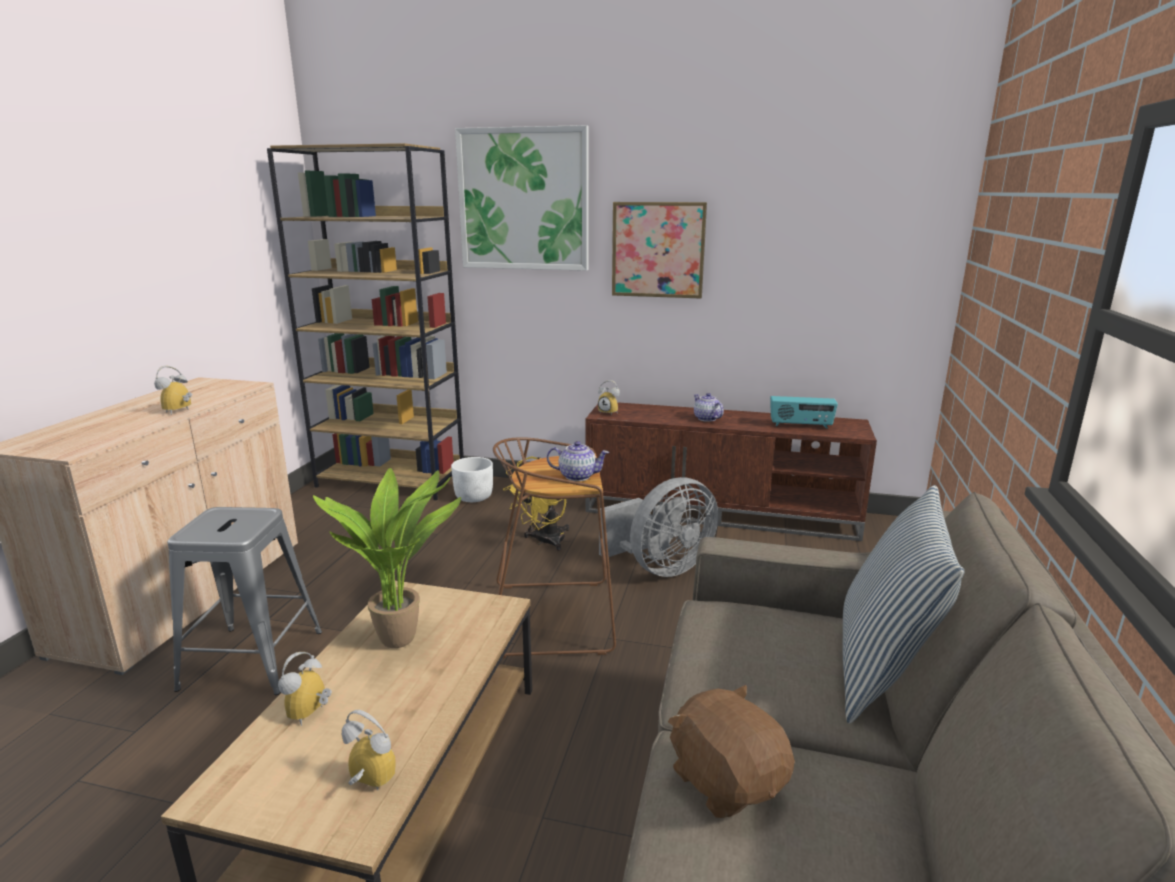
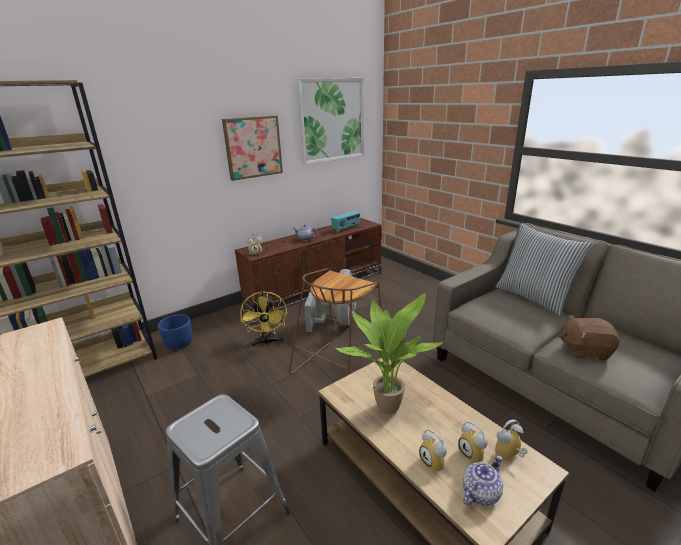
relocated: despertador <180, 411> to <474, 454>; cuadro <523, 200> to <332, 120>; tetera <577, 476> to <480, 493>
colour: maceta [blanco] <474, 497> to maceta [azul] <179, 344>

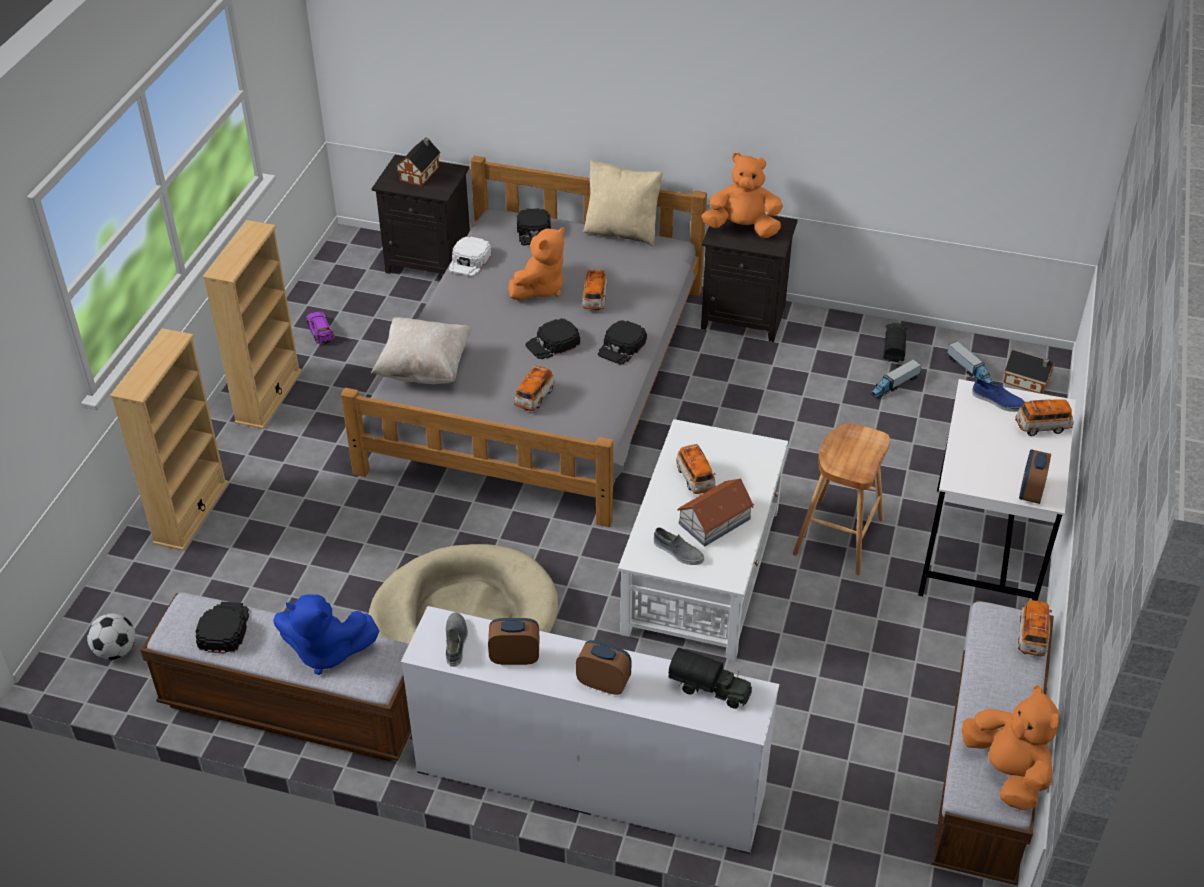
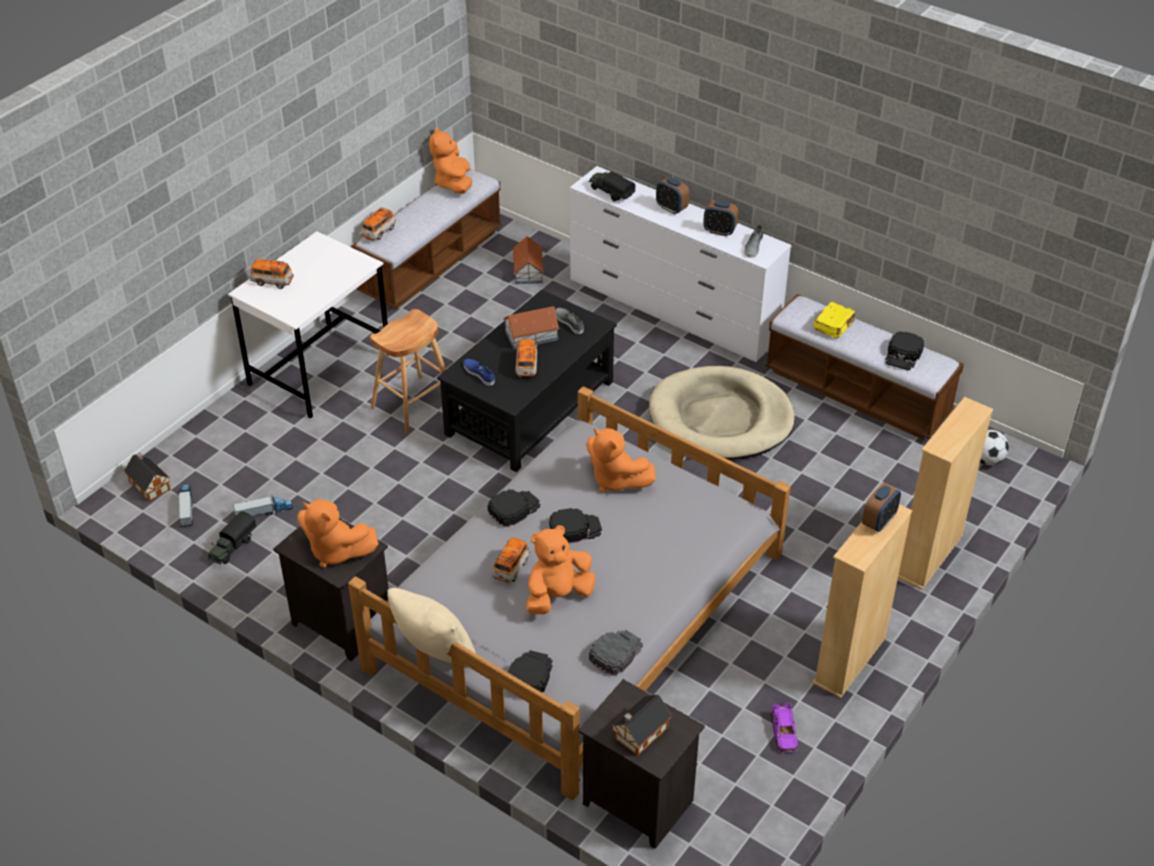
missing: cojín [beis] <424, 368>
appeared: casita <528, 270>
relocated: zapato [azul] <997, 401> to <479, 373>; despertador <1030, 492> to <879, 522>
exchanged: peluche [azul] <325, 652> to libro [amarillo] <834, 326>; coche de juguete <534, 398> to peluche [naranja] <615, 479>
colour: gorra [blanco] <469, 261> to gorra [negro] <616, 653>; mesa de centro [blanco] <702, 569> to mesa de centro [negro] <529, 408>

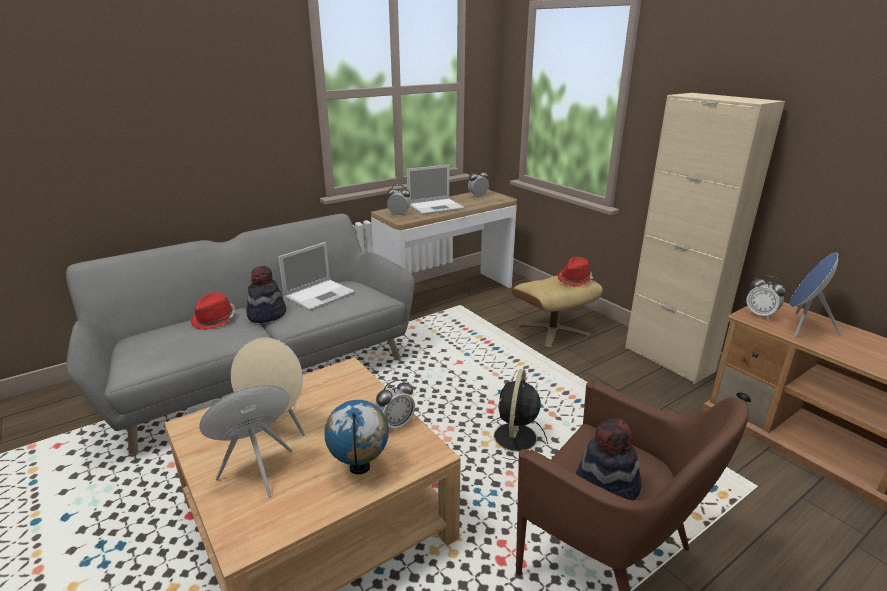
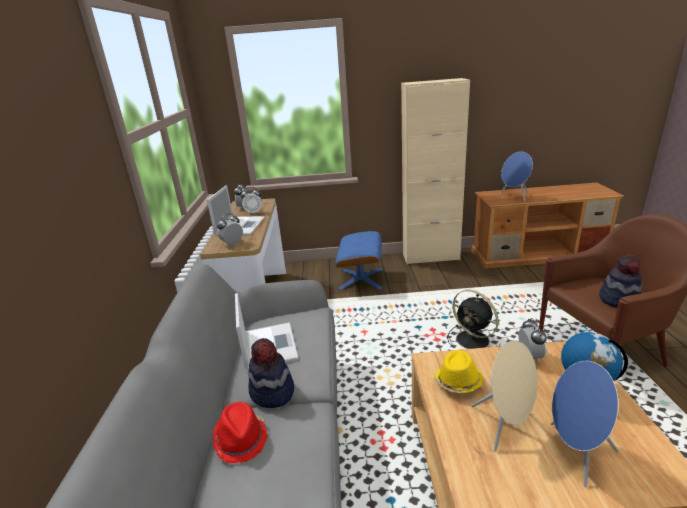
missing: sombrero [rojo] <575, 279>
appeared: sombrero [amarillo] <458, 382>
relocated: despertador <760, 314> to <253, 212>
colour: puf [beis] <553, 330> to puf [azul] <361, 279>

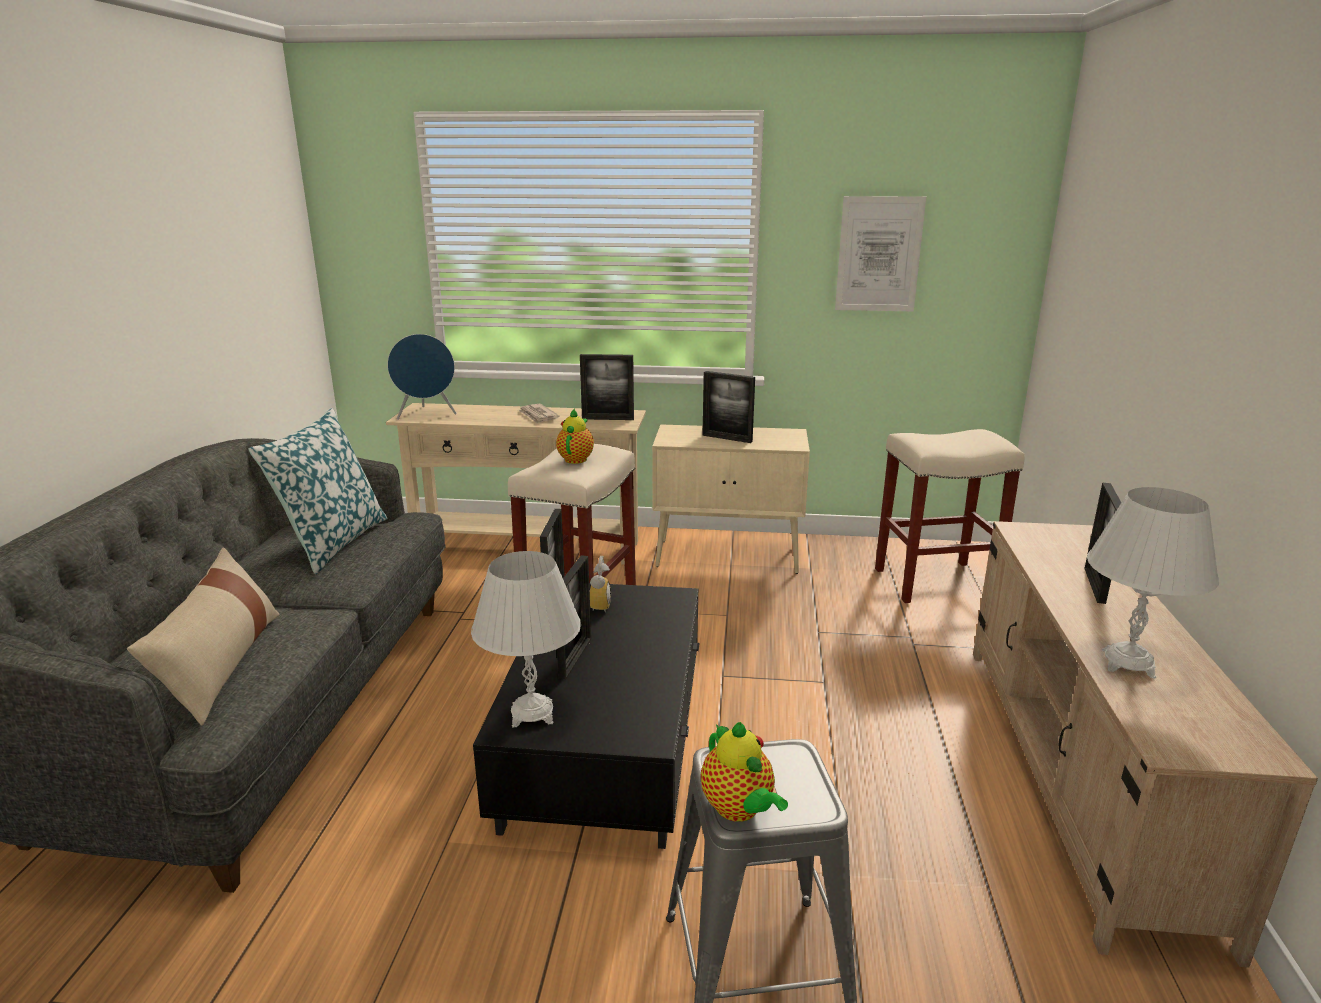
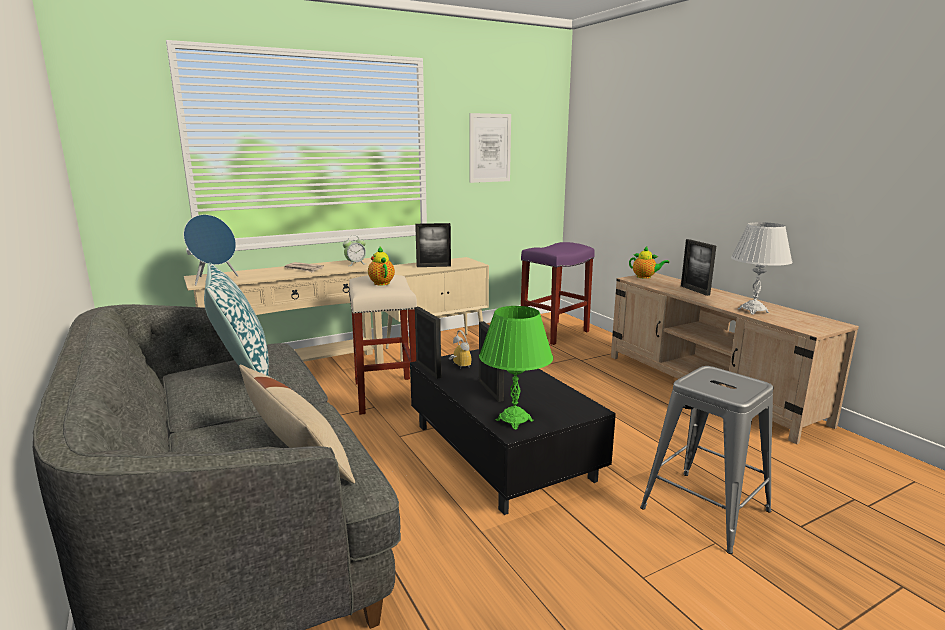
relocated: tetera <739, 809> to <645, 277>
exchanged: portarretratos <608, 419> to despertador <355, 264>
colour: lámpara de mesa [blanco] <532, 714> to lámpara de mesa [verde] <514, 420>; taburete [beis] <934, 582> to taburete [morado] <554, 333>

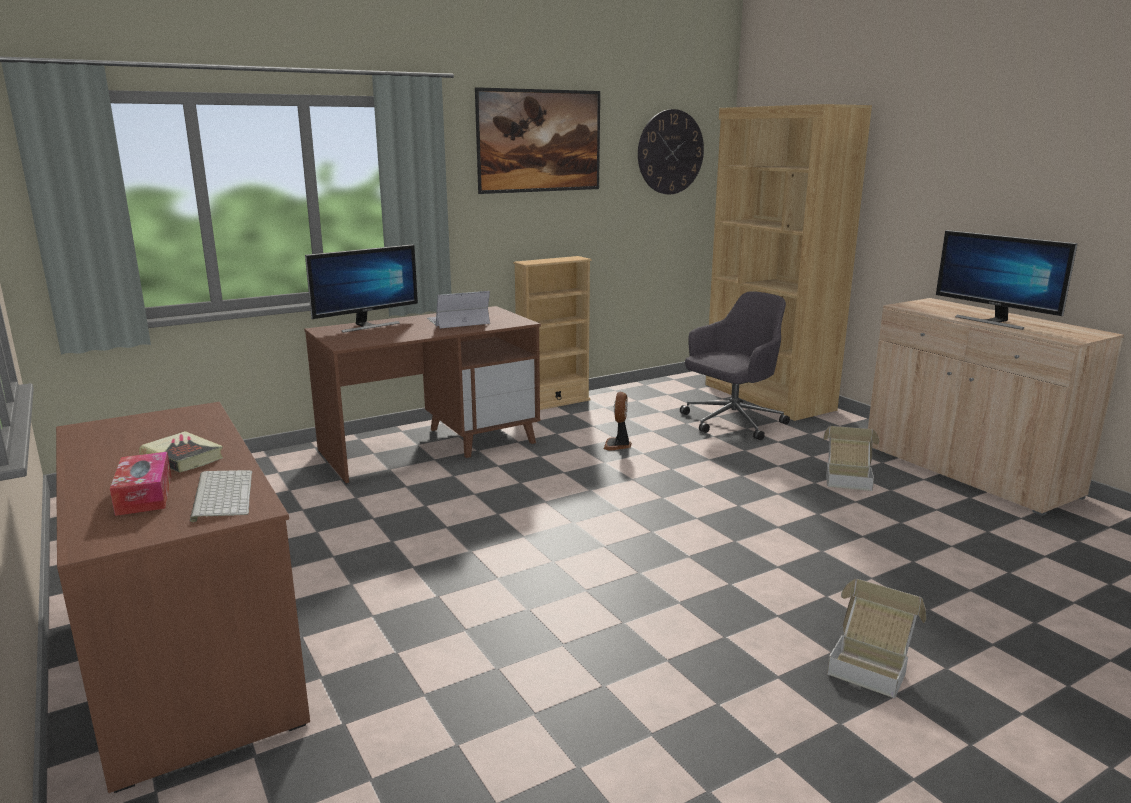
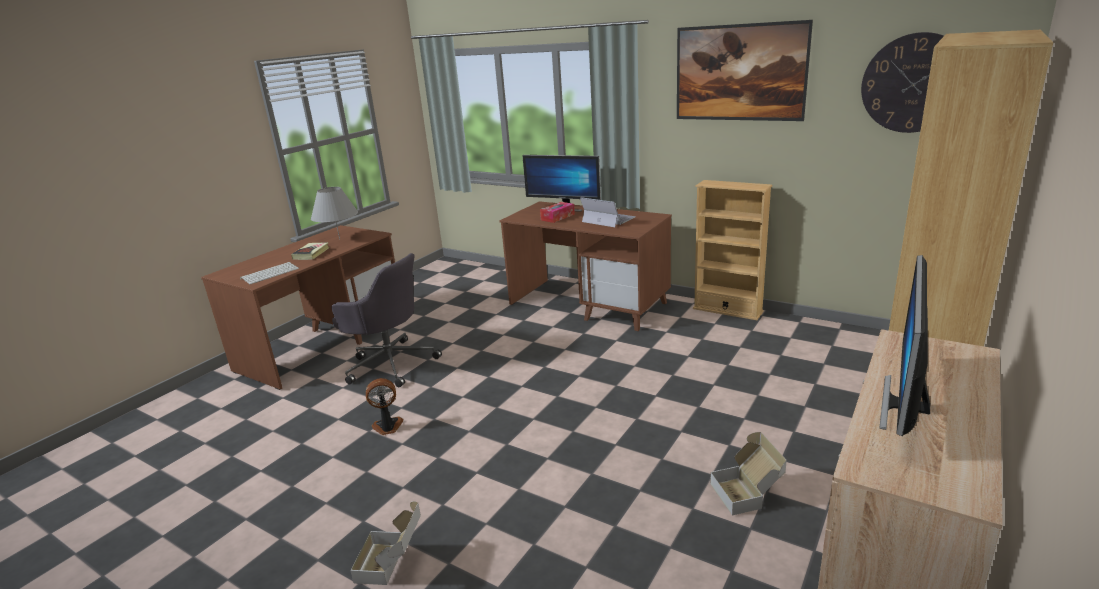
appeared: lámpara de mesa [gris] <339, 239>
relocated: caja de pañuelos <144, 495> to <557, 217>; ventilador <618, 445> to <388, 427>; silla de oficina [gris] <731, 422> to <390, 363>

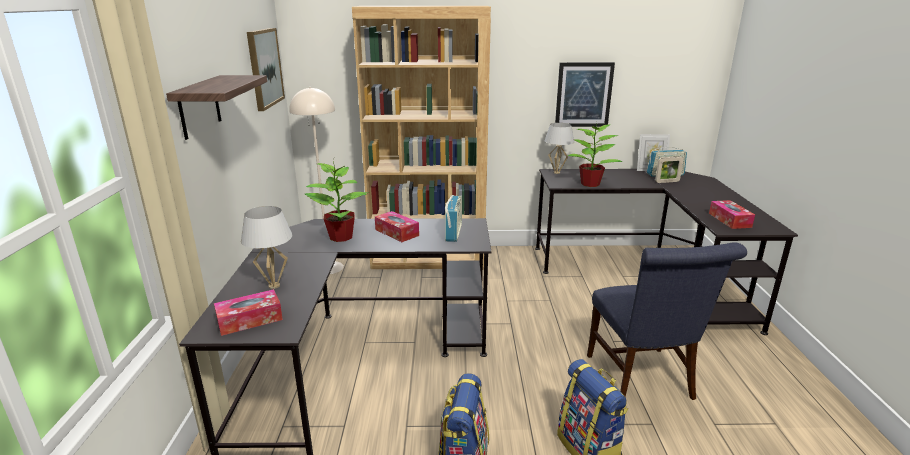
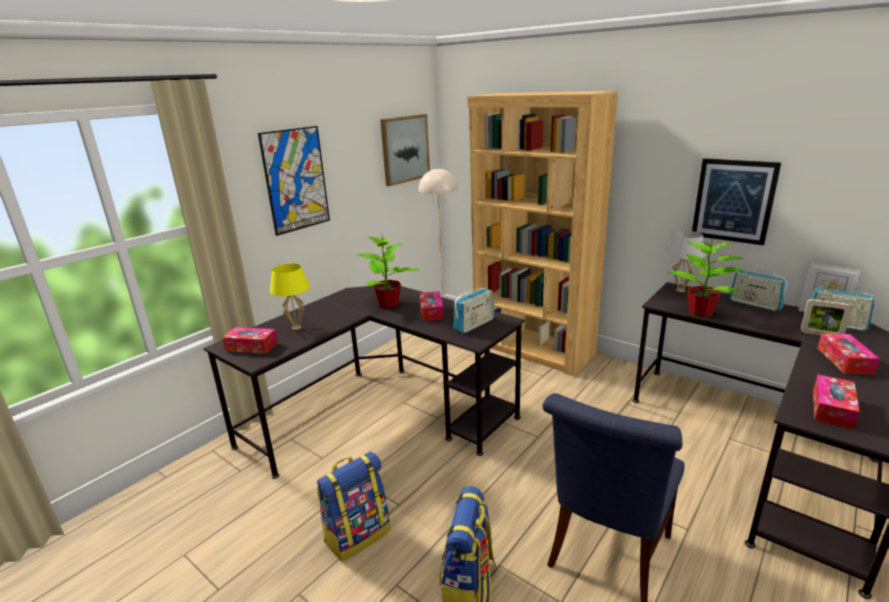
appeared: radio <754, 304>; caja de pañuelos <844, 360>
exchanged: estante <199, 106> to cuadro <296, 180>
colour: lámpara de mesa [blanco] <274, 286> to lámpara de mesa [amarillo] <296, 328>

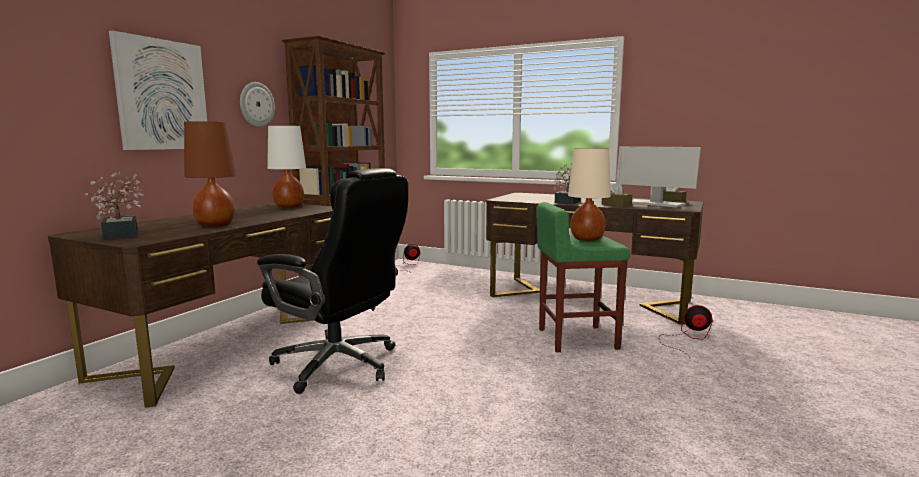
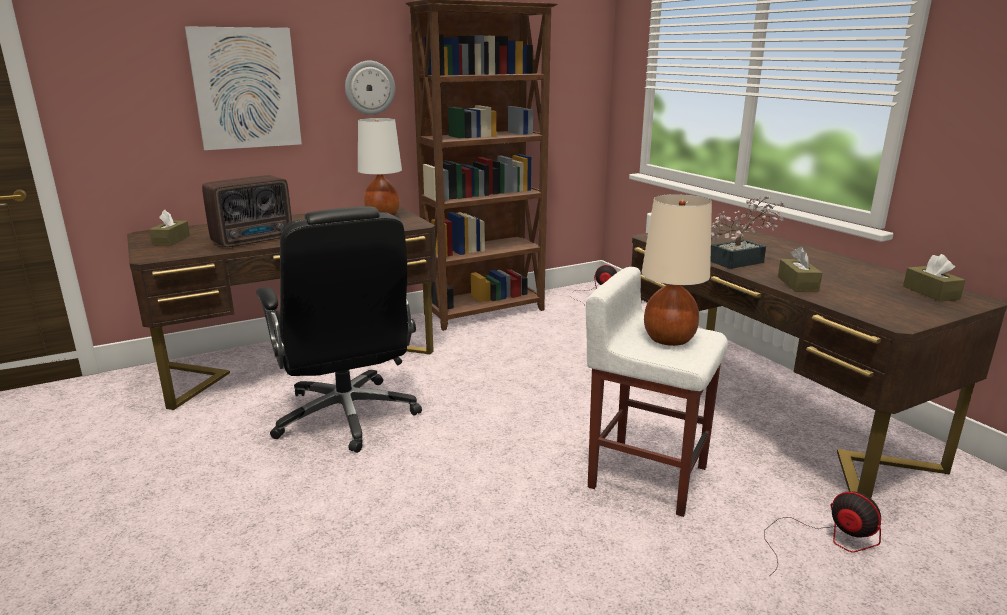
missing: monitor <654, 204>
exchanged: planta en maceta <122, 233> to caja de pañuelos [marrón] <171, 240>; lámpara de mesa [marrón] <215, 225> to radio <255, 240>
colour: taburete [verde] <576, 339> to taburete [blanco] <646, 476>

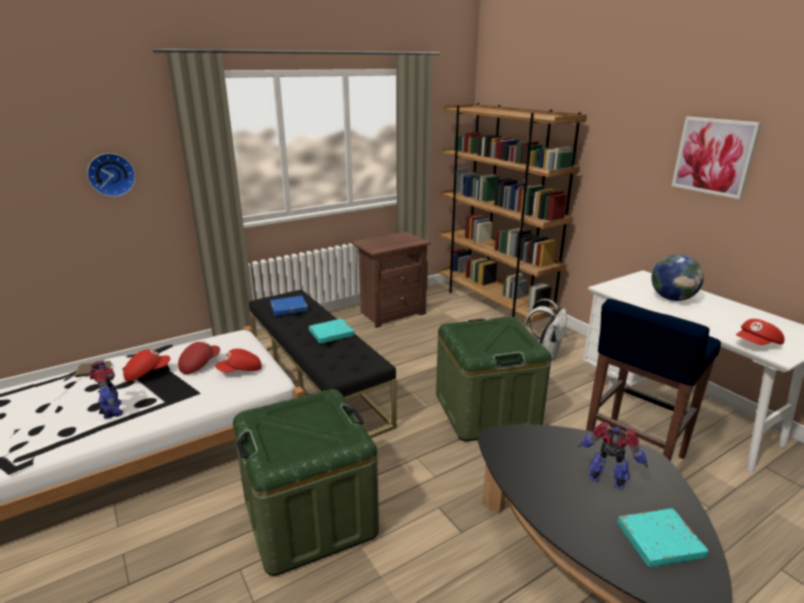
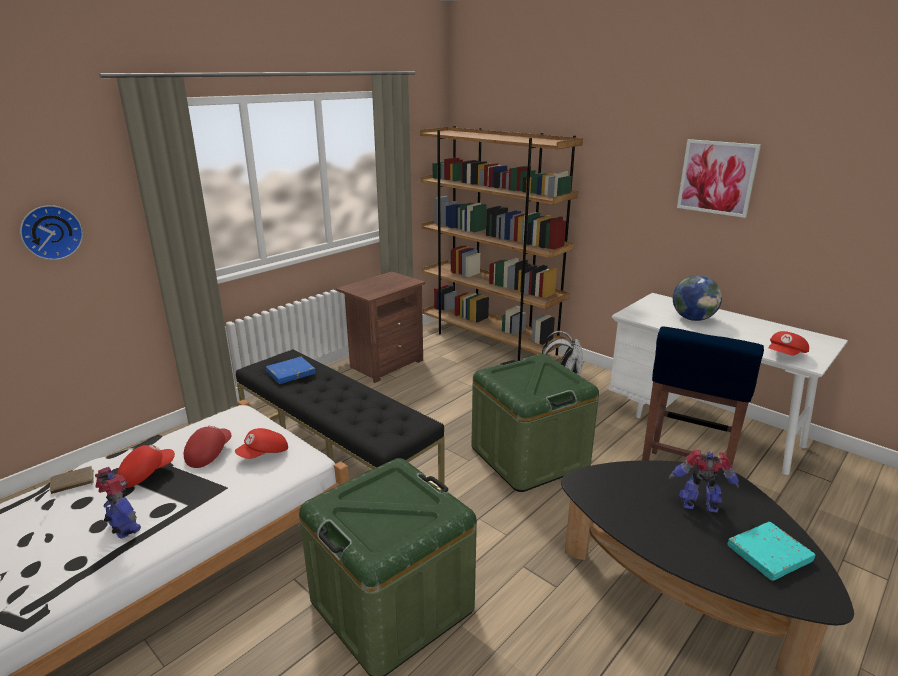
missing: libro [turquesa] <331, 334>

